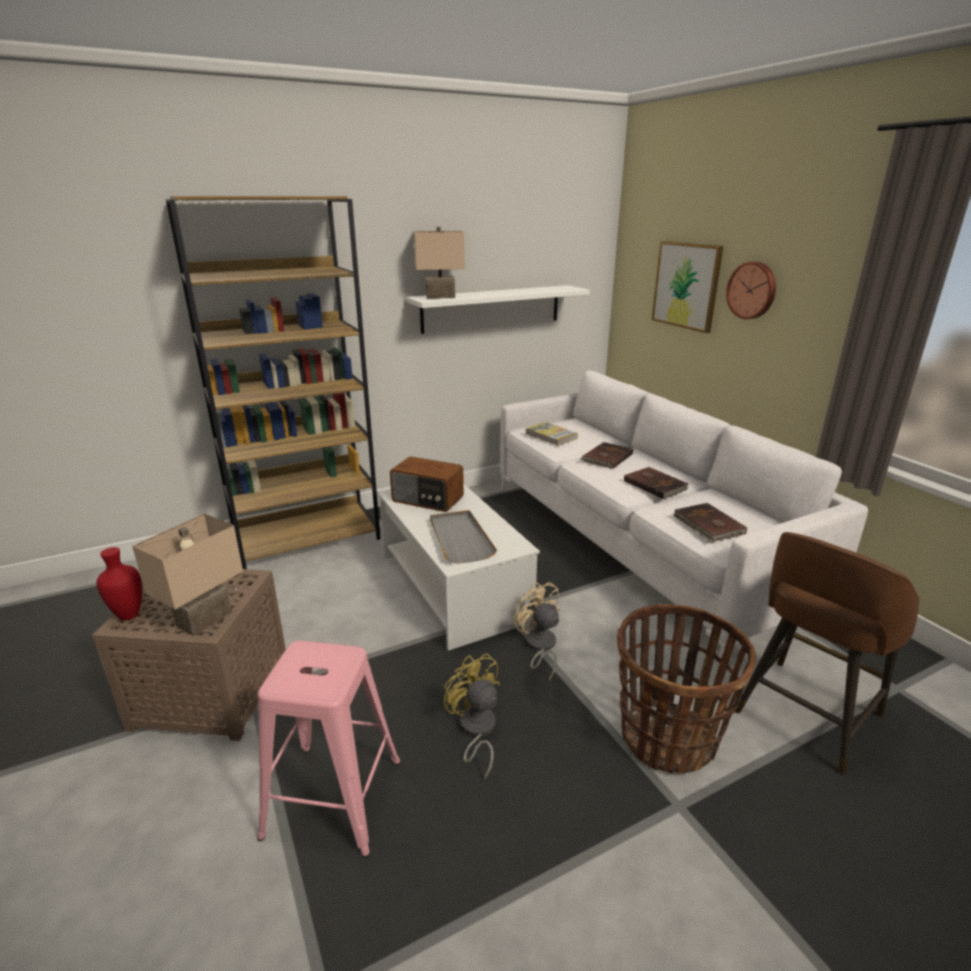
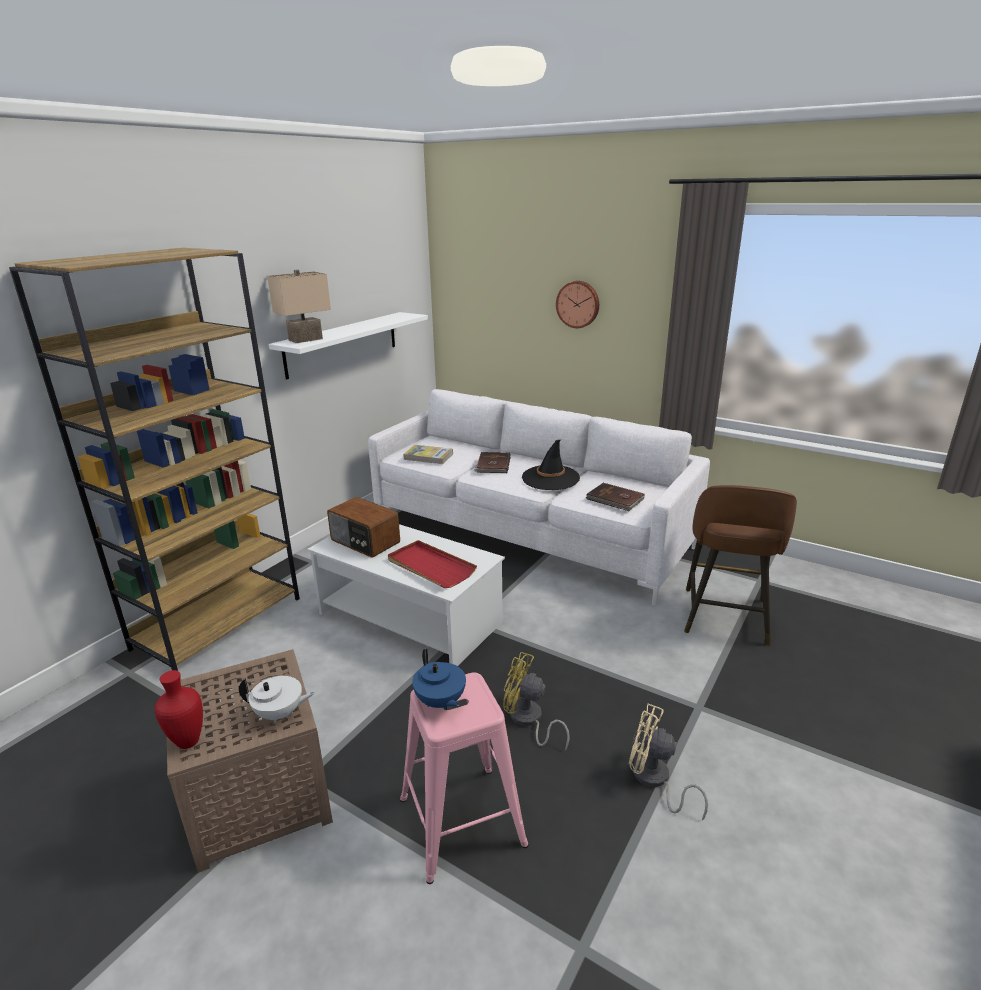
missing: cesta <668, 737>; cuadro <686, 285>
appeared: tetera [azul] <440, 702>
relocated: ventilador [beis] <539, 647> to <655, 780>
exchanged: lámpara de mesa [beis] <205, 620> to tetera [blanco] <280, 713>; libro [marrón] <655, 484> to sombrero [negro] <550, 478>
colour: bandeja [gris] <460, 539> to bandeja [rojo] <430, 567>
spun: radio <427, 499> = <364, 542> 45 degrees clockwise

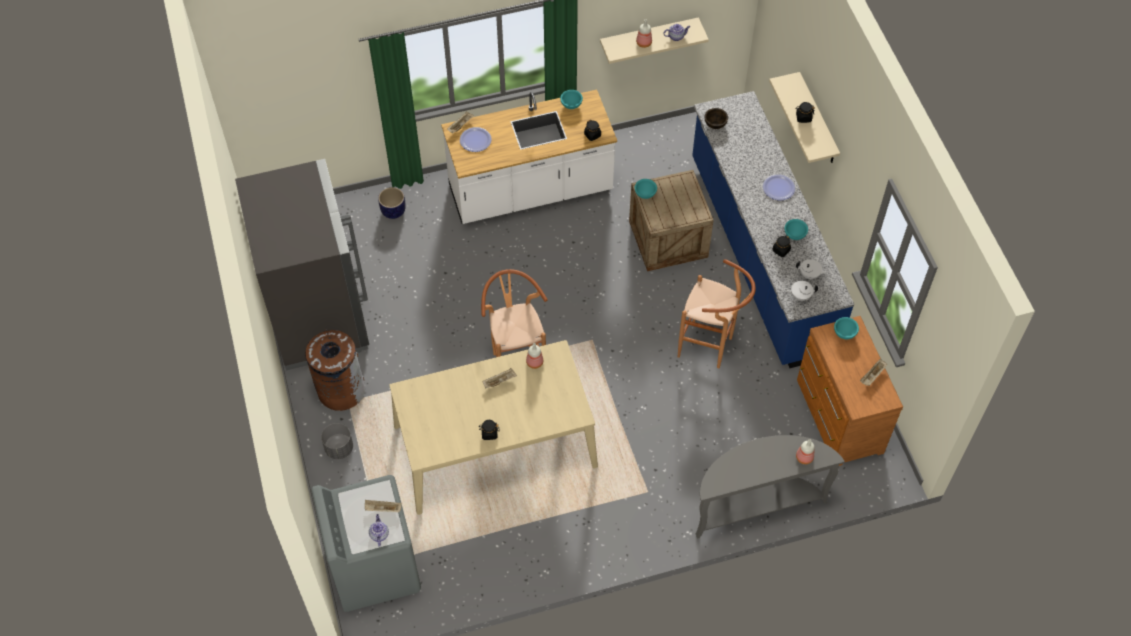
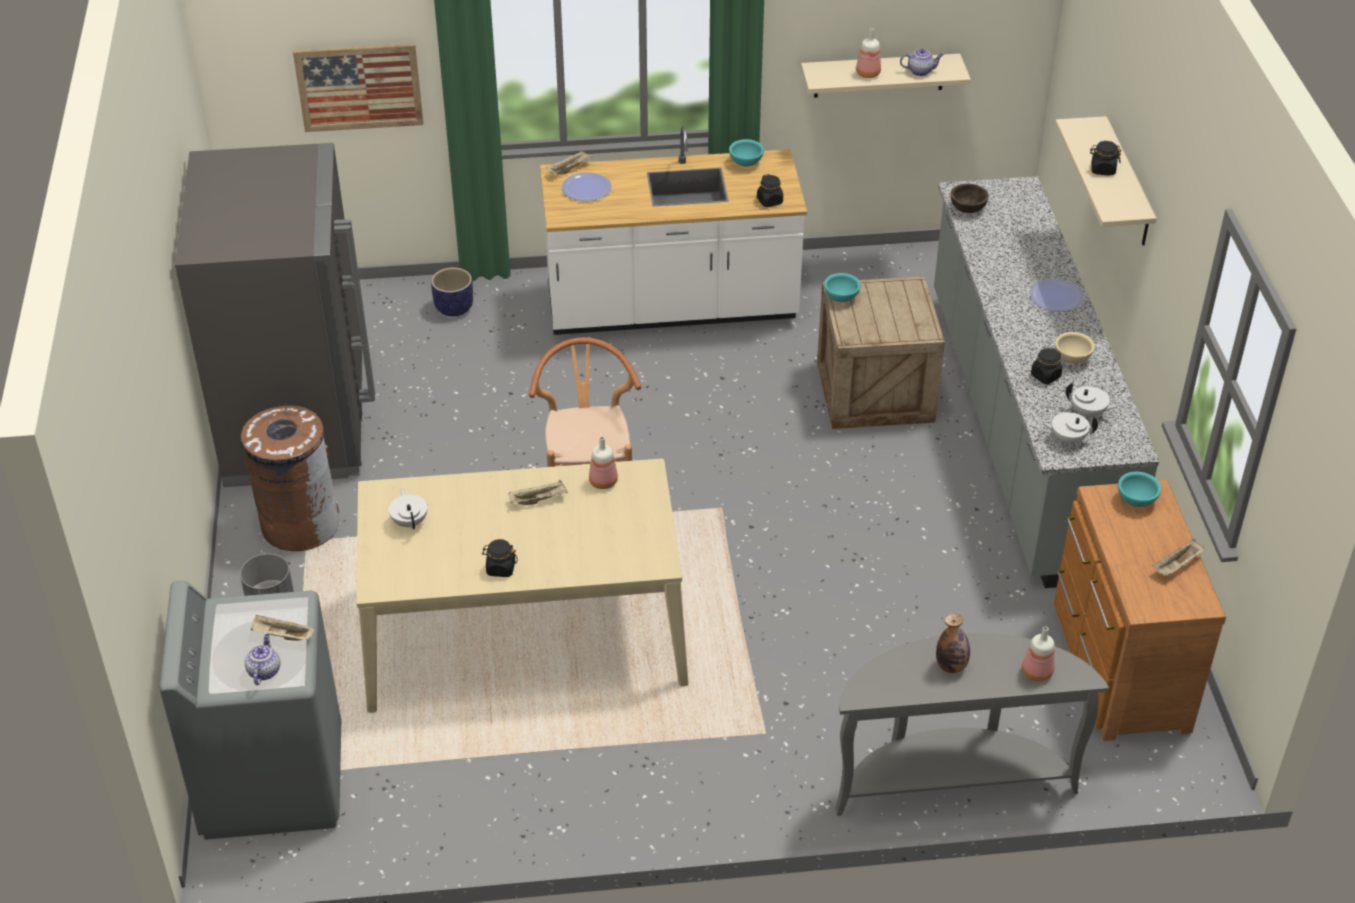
missing: taburete [marrón] <710, 348>
appeared: cuadro <359, 87>; tetera [blanco] <410, 521>; botella <951, 666>
colour: mueble bajo de cocina [azul] <759, 255> to mueble bajo de cocina [gris] <1020, 430>; cuenco [turquesa] <795, 235> to cuenco [beis] <1072, 359>

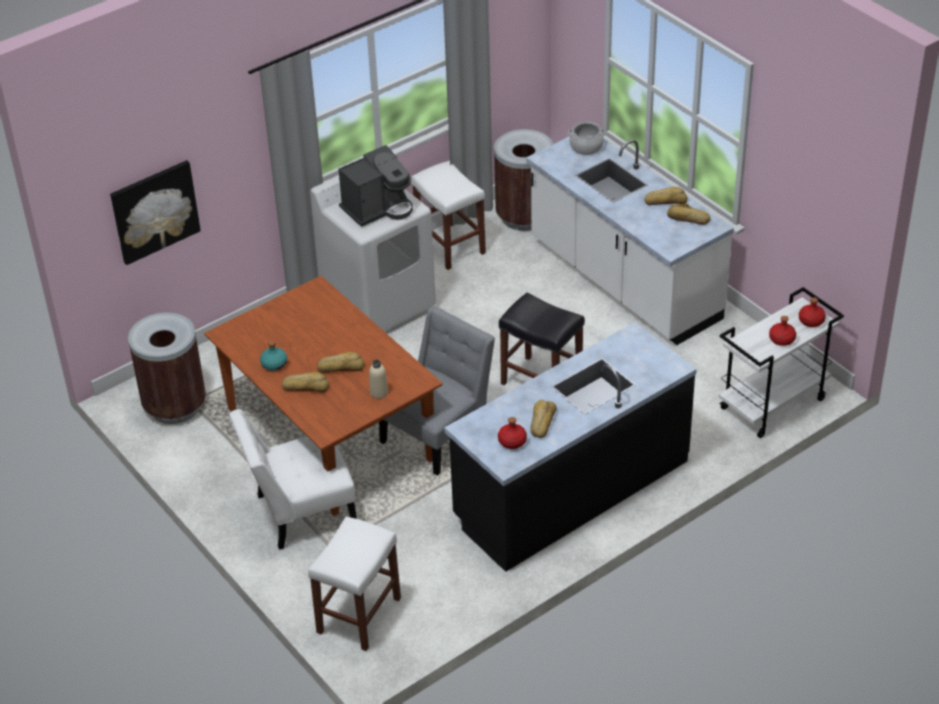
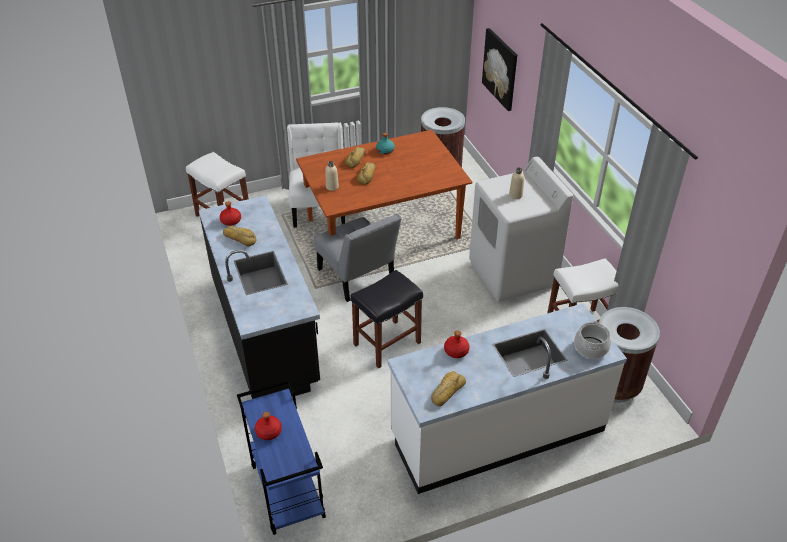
missing: pan <665, 200>
relocated: botella [rojo] <811, 321> to <456, 351>
exchanged: cafetera <378, 208> to botella [beis] <515, 195>
colour: carrito [blanco] <772, 405> to carrito [azul] <286, 490>

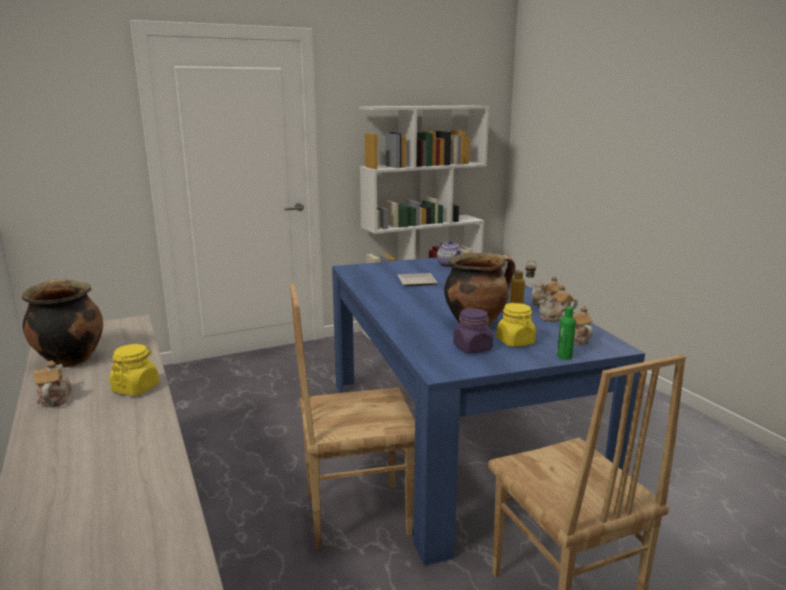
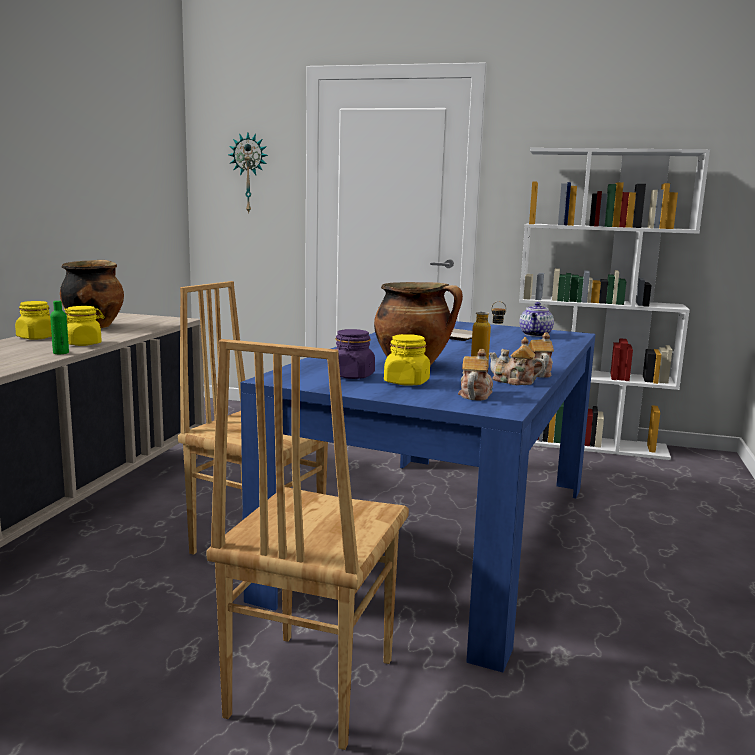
appeared: reloj de pared <249, 173>
relocated: botella [verde] <564, 356> to <61, 353>
exchanged: tetera <55, 399> to tarro [amarillo] <37, 337>

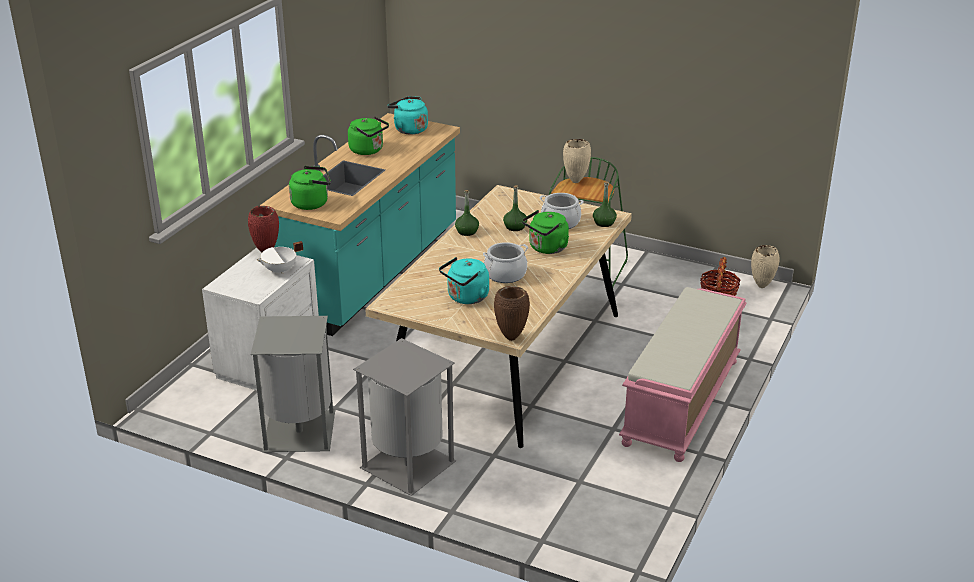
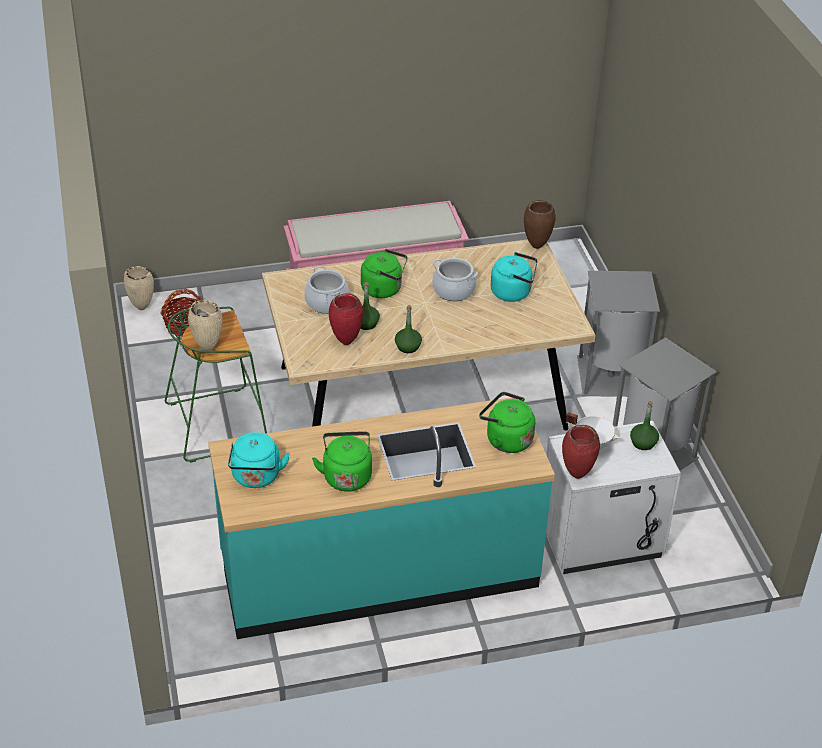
appeared: florero [rojo] <345, 342>
relocated: botella [verde] <604, 223> to <643, 443>

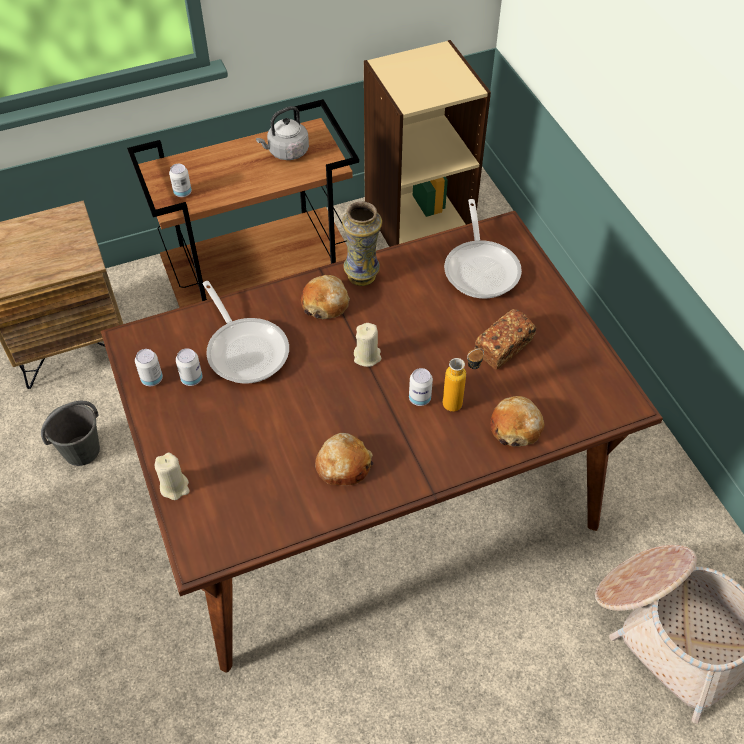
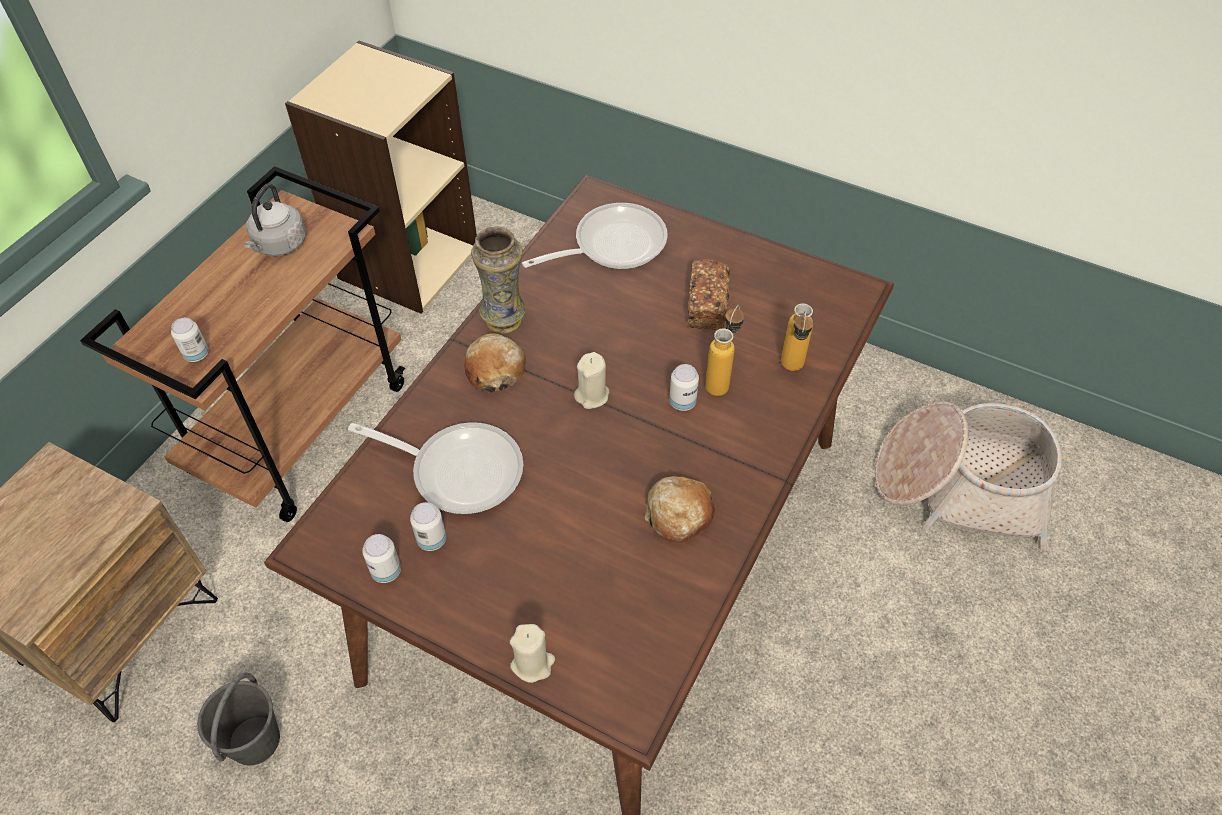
exchanged: pan <515, 427> to botella <791, 370>
spun: sartén <481, 268> = <612, 245> 75 degrees counterclockwise

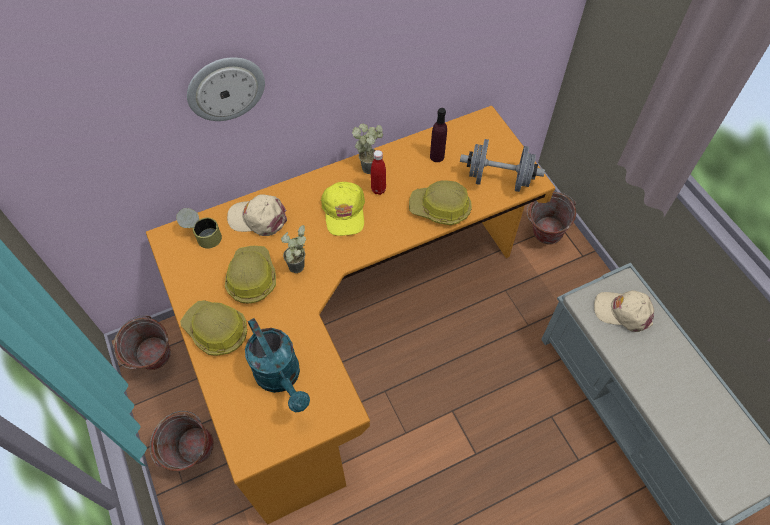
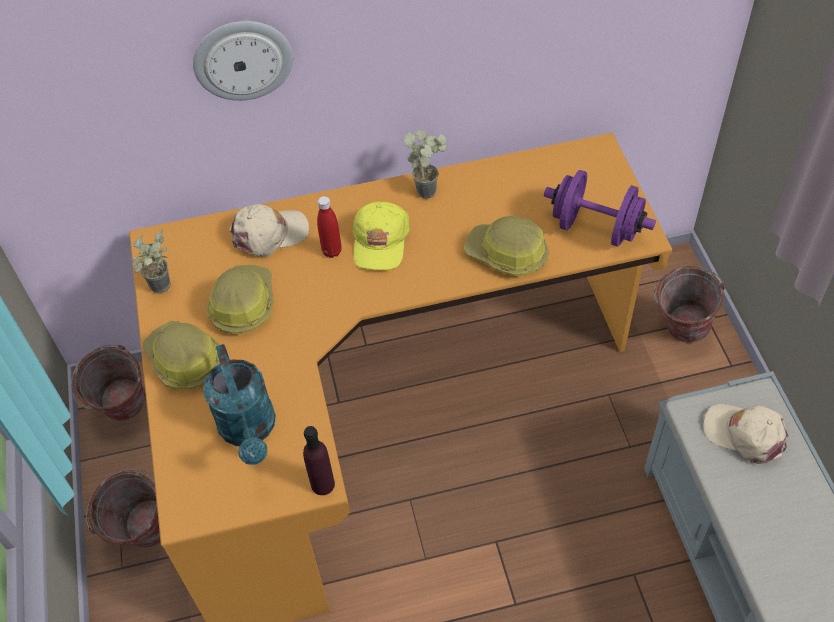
missing: lata <203, 235>
relocated: planta en maceta <299, 270> to <162, 291>; botella [rojo] <378, 190> to <332, 251>; botella [morado] <437, 156> to <322, 484>
colour: mancuerna [gris] <498, 179> to mancuerna [morado] <595, 228>
spun: gorra [beis] <258, 218> = <270, 234> 135 degrees clockwise

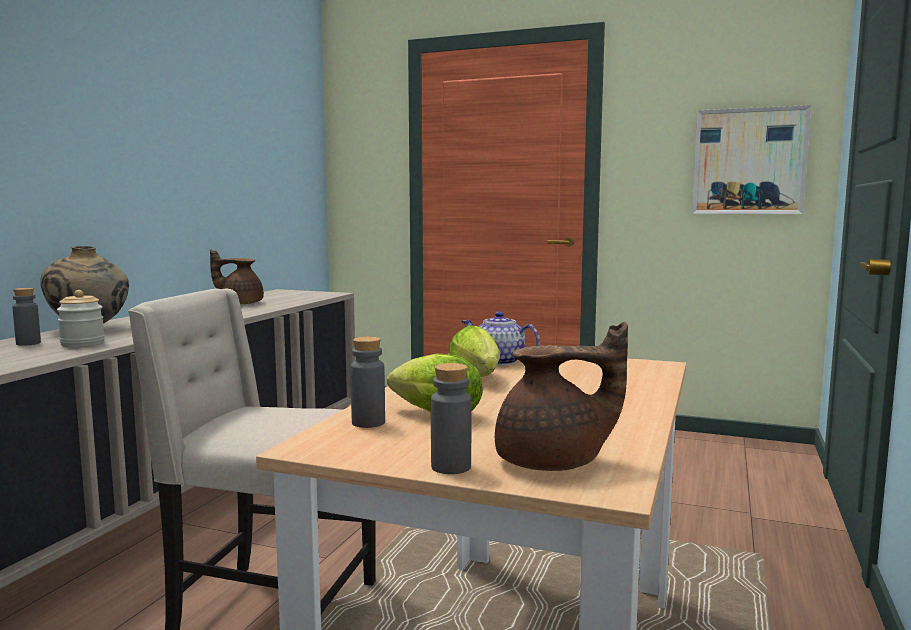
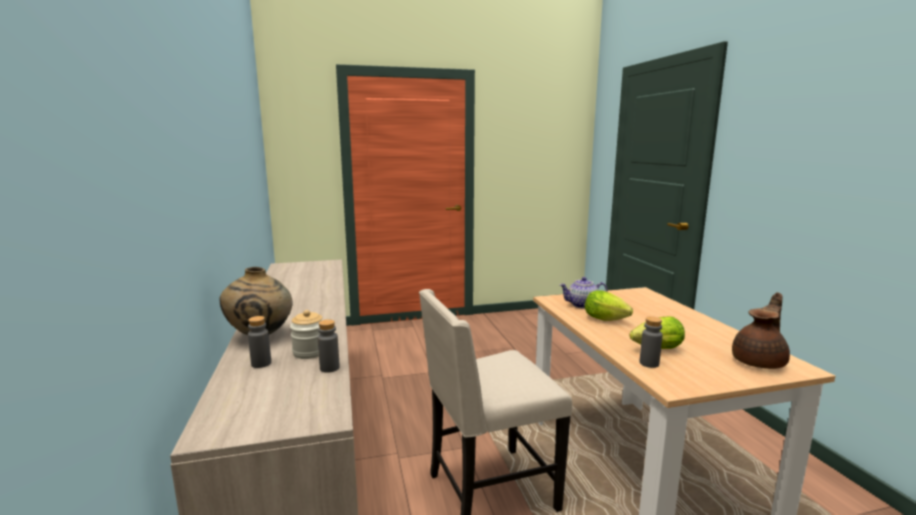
missing: tetera [marrón] <240, 303>; cuadro <749, 161>
relocated: botella [gris] <451, 467> to <329, 368>

